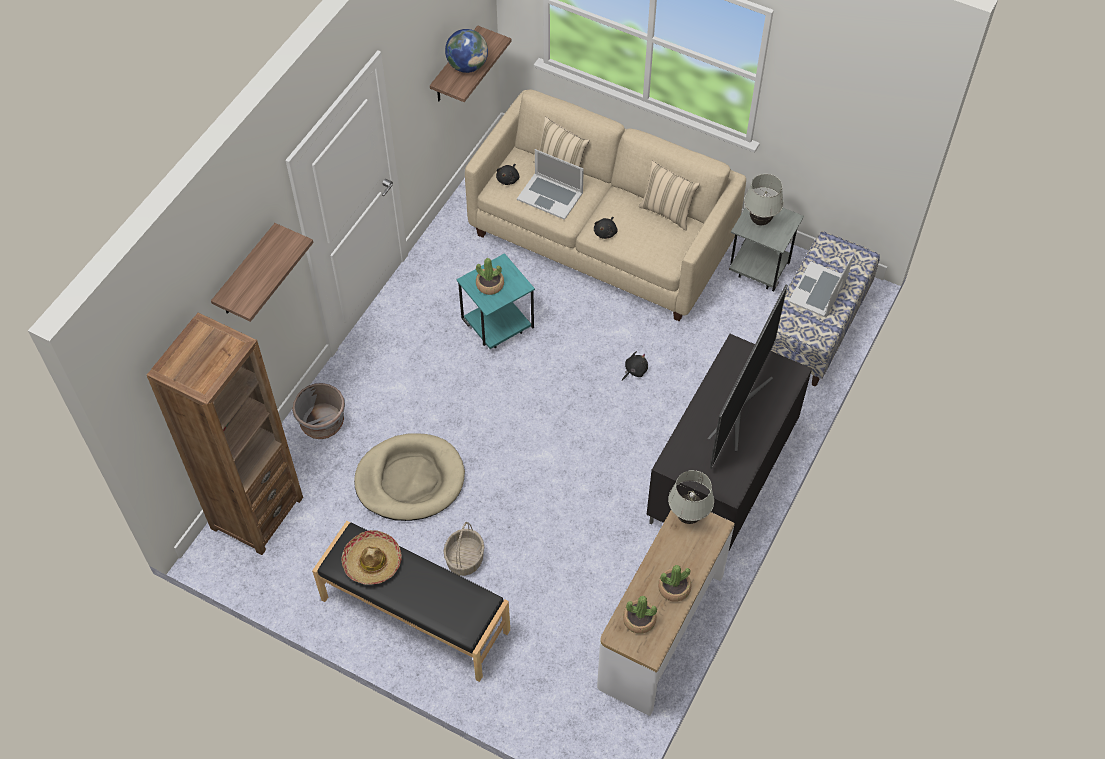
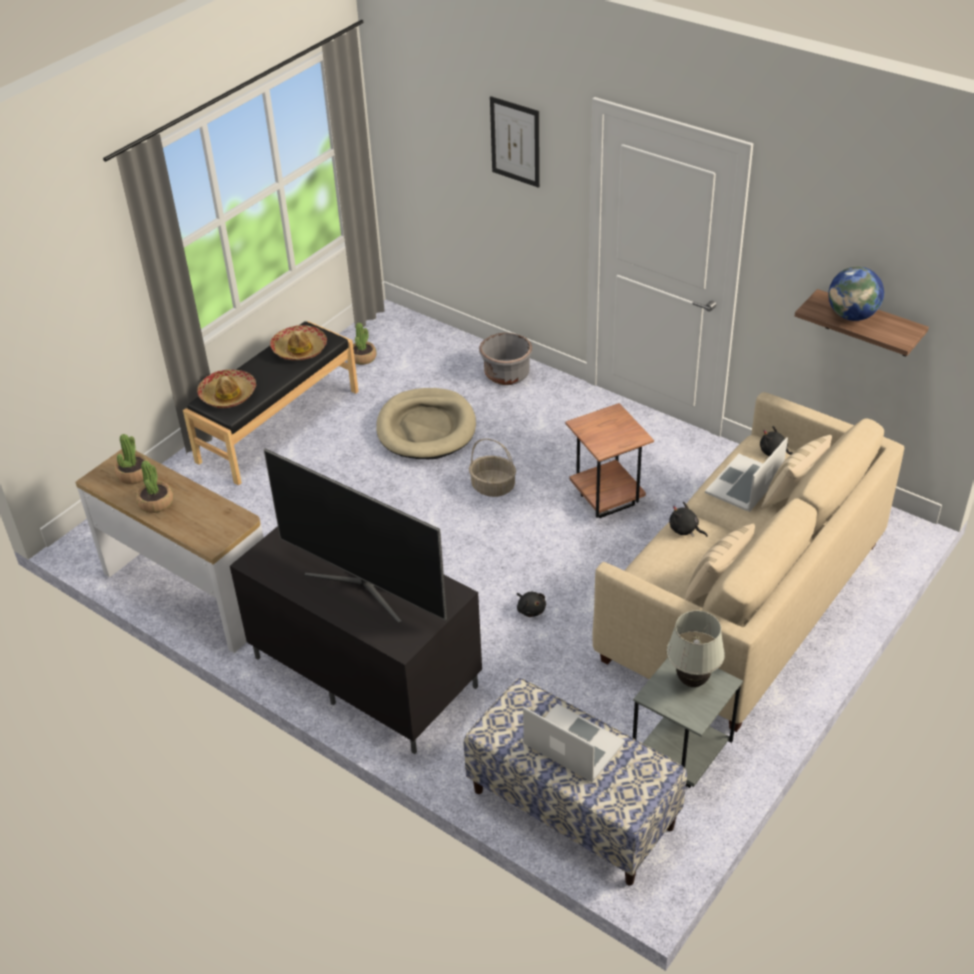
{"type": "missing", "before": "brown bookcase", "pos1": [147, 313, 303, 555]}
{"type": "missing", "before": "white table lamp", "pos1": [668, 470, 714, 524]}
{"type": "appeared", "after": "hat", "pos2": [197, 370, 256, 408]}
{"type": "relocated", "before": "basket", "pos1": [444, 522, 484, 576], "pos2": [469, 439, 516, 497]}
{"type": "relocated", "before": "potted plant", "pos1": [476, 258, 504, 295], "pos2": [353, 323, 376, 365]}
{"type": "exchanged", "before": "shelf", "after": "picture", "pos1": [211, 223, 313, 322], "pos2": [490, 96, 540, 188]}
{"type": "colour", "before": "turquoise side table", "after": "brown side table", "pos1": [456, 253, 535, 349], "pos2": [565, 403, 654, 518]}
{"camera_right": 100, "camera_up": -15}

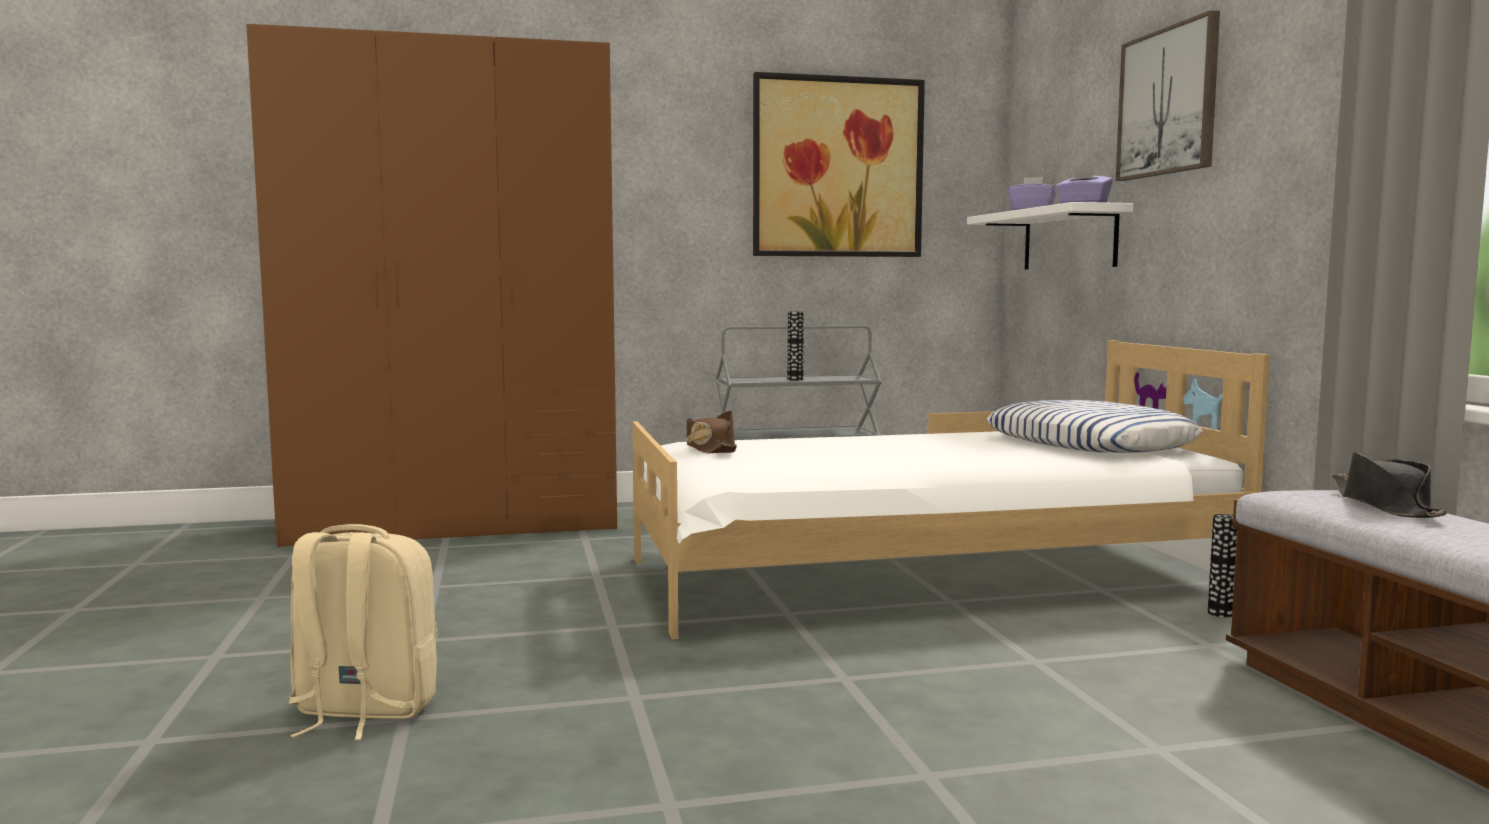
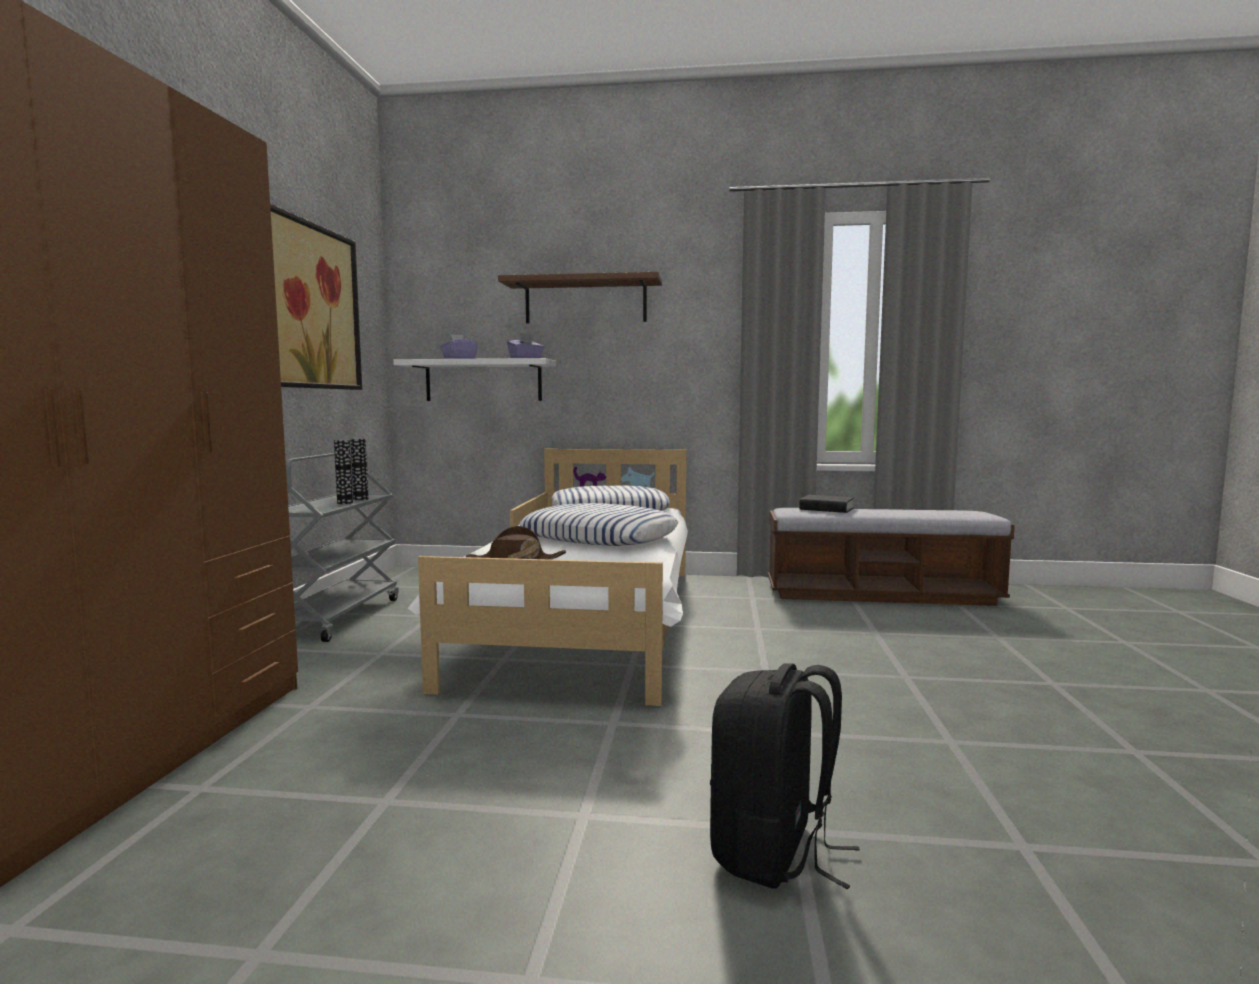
{"type": "appeared", "after": "pillow", "pos2": [519, 503, 678, 546]}
{"type": "relocated", "before": "vase", "pos1": [1208, 514, 1237, 617], "pos2": [350, 438, 369, 500]}
{"type": "exchanged", "before": "picture", "after": "brown shelf", "pos1": [1116, 10, 1220, 181], "pos2": [498, 272, 662, 323]}
{"type": "exchanged", "before": "black hat", "after": "black book", "pos1": [1332, 452, 1448, 518], "pos2": [799, 495, 854, 513]}
{"type": "colour", "before": "beige backpack", "after": "black backpack", "pos1": [289, 524, 438, 740], "pos2": [710, 664, 860, 889]}
{"camera_right": -70, "camera_up": 0}

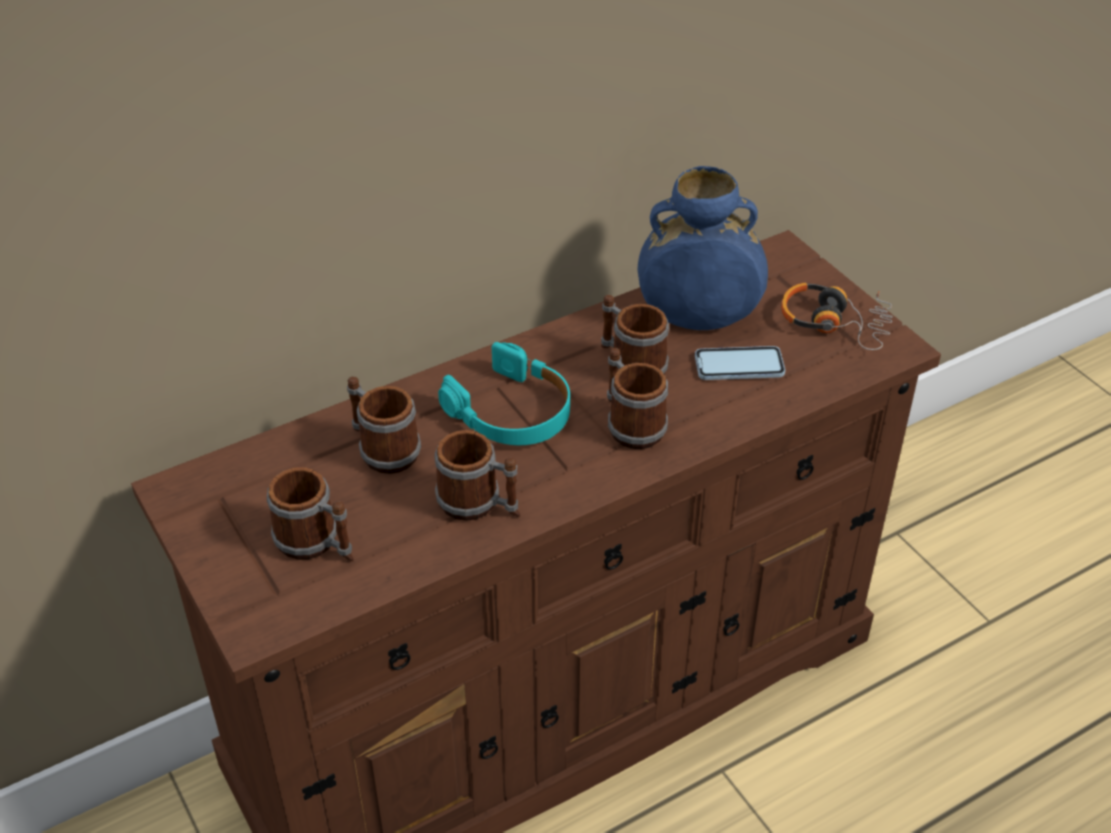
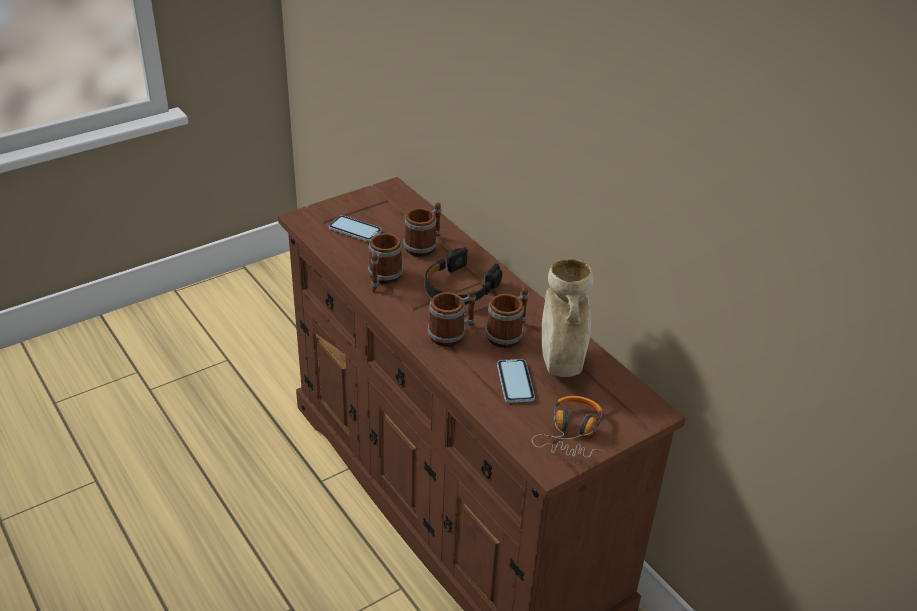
{"type": "exchanged", "before": "mug", "after": "phone", "pos1": [267, 467, 354, 561], "pos2": [329, 215, 382, 242]}
{"type": "colour", "before": "turquoise headphones", "after": "black headphones", "pos1": [438, 342, 570, 445], "pos2": [425, 247, 503, 305]}
{"type": "colour", "before": "blue vase", "after": "beige vase", "pos1": [637, 166, 768, 330], "pos2": [542, 259, 594, 377]}
{"camera_right": 85, "camera_up": -5}

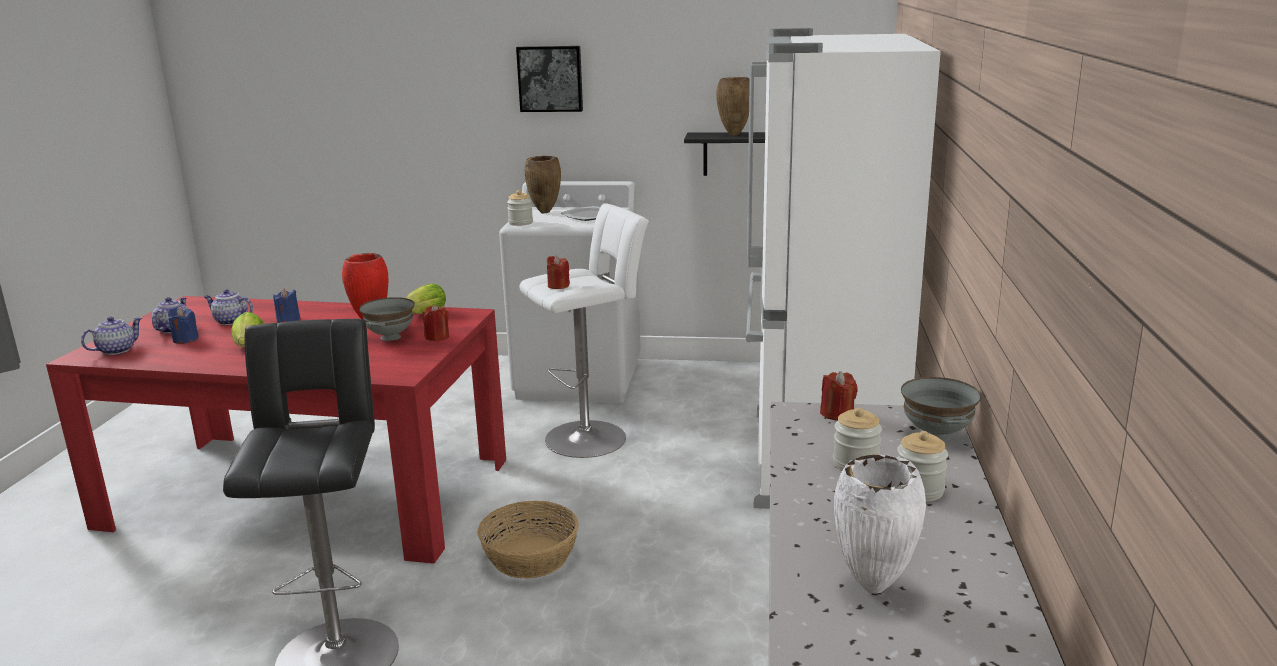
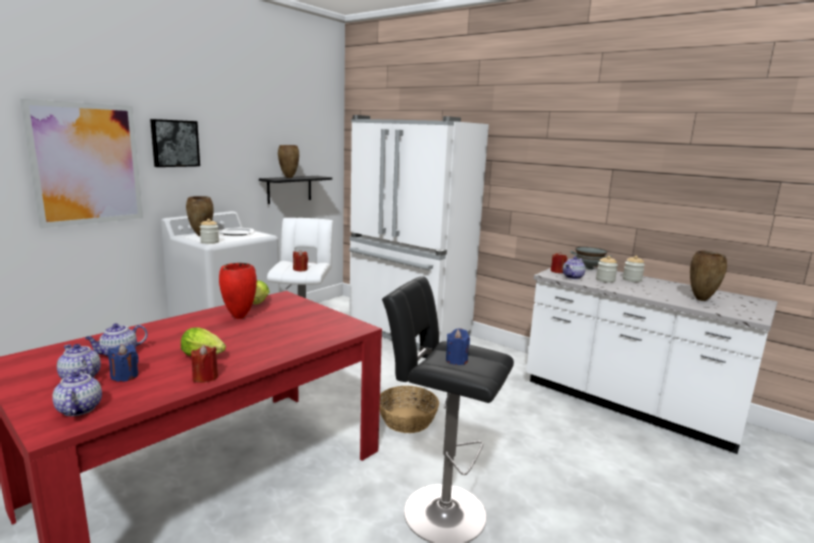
{"type": "missing", "before": "grey bowl", "pos1": [359, 297, 414, 341]}
{"type": "appeared", "after": "picture", "pos2": [20, 99, 143, 228]}
{"type": "appeared", "after": "teapot", "pos2": [563, 256, 585, 279]}
{"type": "relocated", "before": "blue candle", "pos1": [273, 288, 300, 323], "pos2": [446, 328, 470, 365]}
{"type": "relocated", "before": "red candle", "pos1": [423, 304, 449, 341], "pos2": [191, 345, 218, 383]}
{"type": "colour", "before": "white vase", "after": "brown vase", "pos1": [834, 455, 926, 594], "pos2": [690, 250, 727, 301]}
{"camera_right": -60, "camera_up": -5}

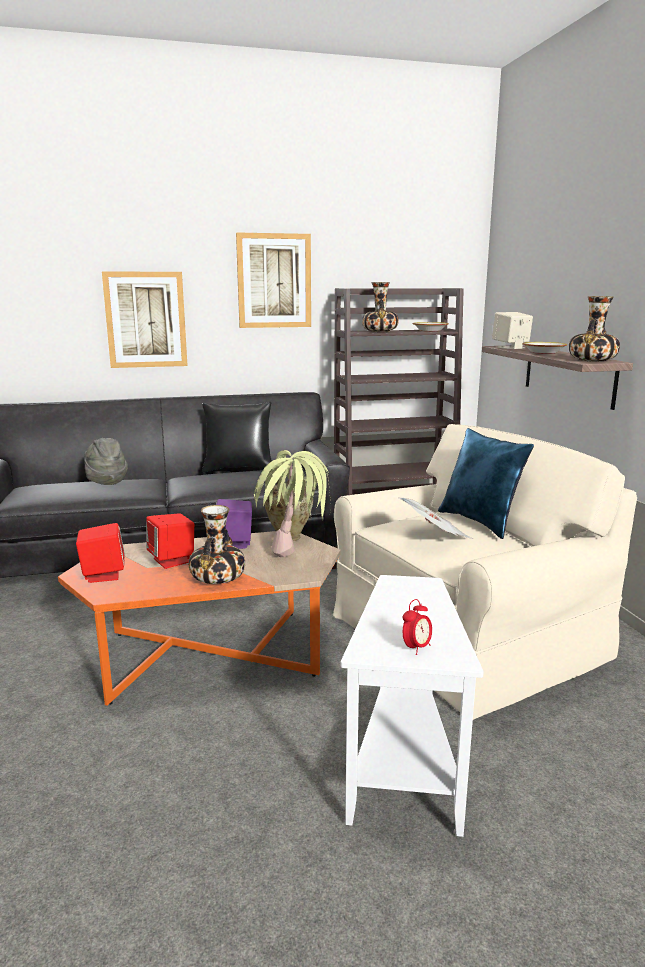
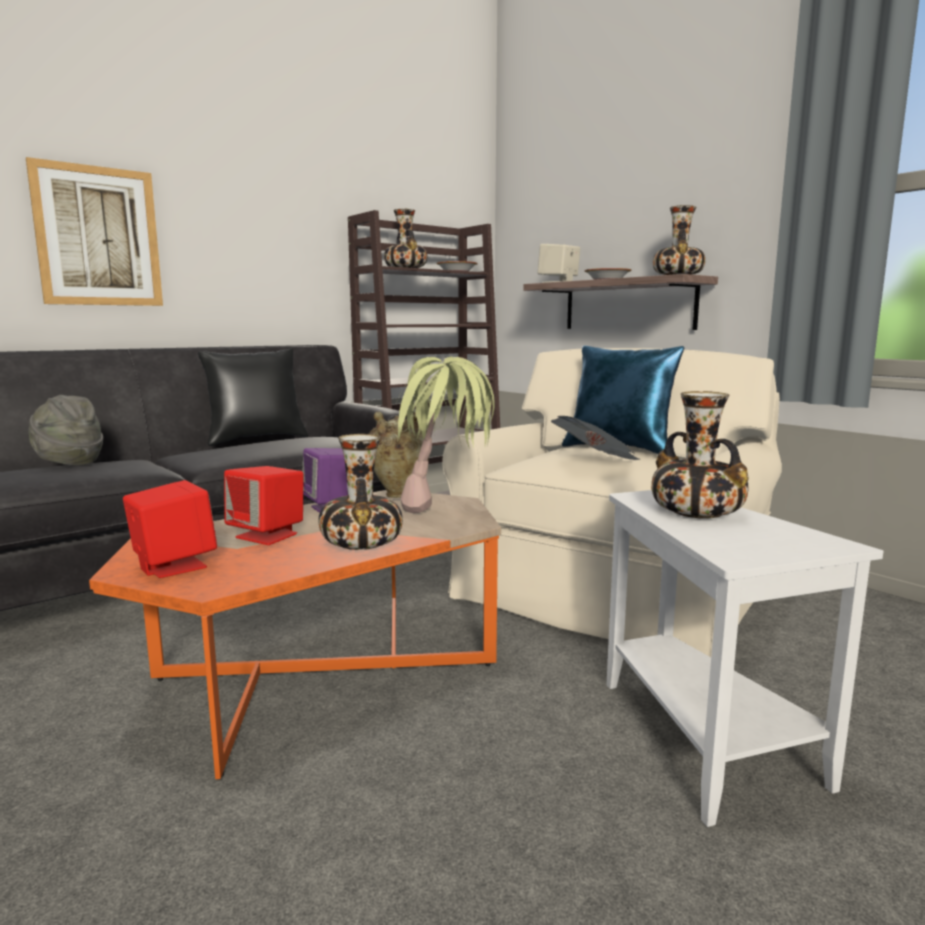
{"type": "missing", "before": "picture", "pos1": [236, 232, 311, 328]}
{"type": "missing", "before": "alarm clock", "pos1": [403, 599, 432, 655]}
{"type": "appeared", "after": "vase", "pos2": [651, 391, 749, 518]}
{"camera_right": -25, "camera_up": -5}

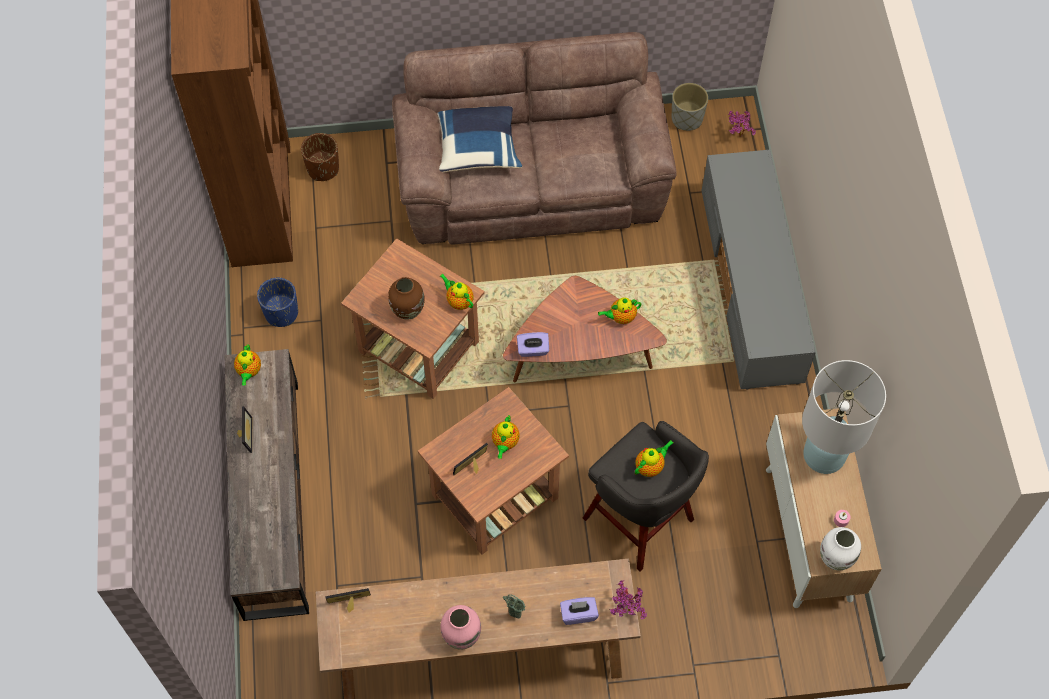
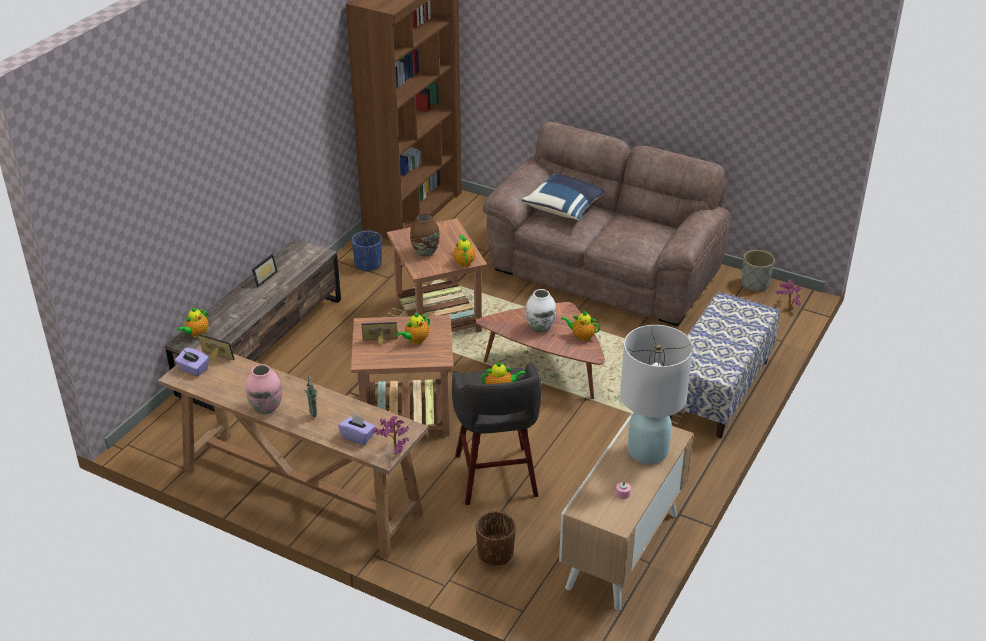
{"type": "relocated", "before": "teapot", "pos1": [234, 344, 261, 386], "pos2": [177, 307, 209, 337]}
{"type": "relocated", "before": "brown planter", "pos1": [301, 133, 339, 181], "pos2": [476, 511, 516, 566]}
{"type": "relocated", "before": "purple tissue box", "pos1": [517, 332, 549, 357], "pos2": [175, 347, 209, 376]}
{"type": "relocated", "before": "white vase", "pos1": [820, 527, 861, 571], "pos2": [526, 289, 556, 333]}
{"type": "exchanged", "before": "grey tv stand", "after": "bench", "pos1": [702, 150, 816, 389], "pos2": [670, 292, 780, 438]}
{"camera_right": 35, "camera_up": -25}

